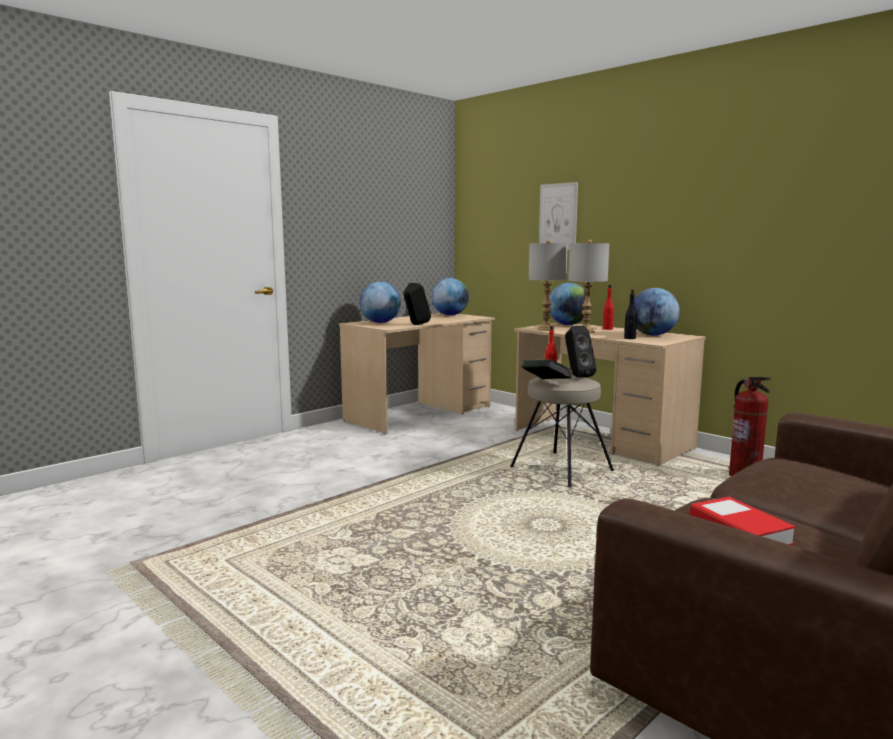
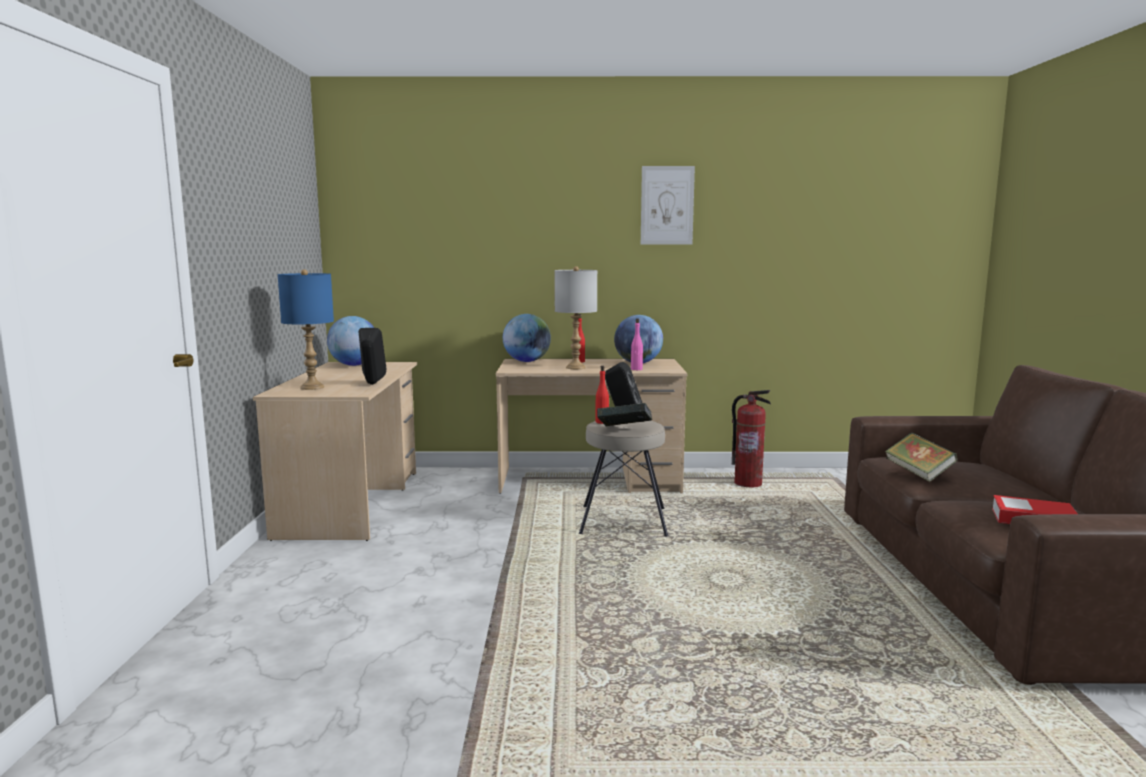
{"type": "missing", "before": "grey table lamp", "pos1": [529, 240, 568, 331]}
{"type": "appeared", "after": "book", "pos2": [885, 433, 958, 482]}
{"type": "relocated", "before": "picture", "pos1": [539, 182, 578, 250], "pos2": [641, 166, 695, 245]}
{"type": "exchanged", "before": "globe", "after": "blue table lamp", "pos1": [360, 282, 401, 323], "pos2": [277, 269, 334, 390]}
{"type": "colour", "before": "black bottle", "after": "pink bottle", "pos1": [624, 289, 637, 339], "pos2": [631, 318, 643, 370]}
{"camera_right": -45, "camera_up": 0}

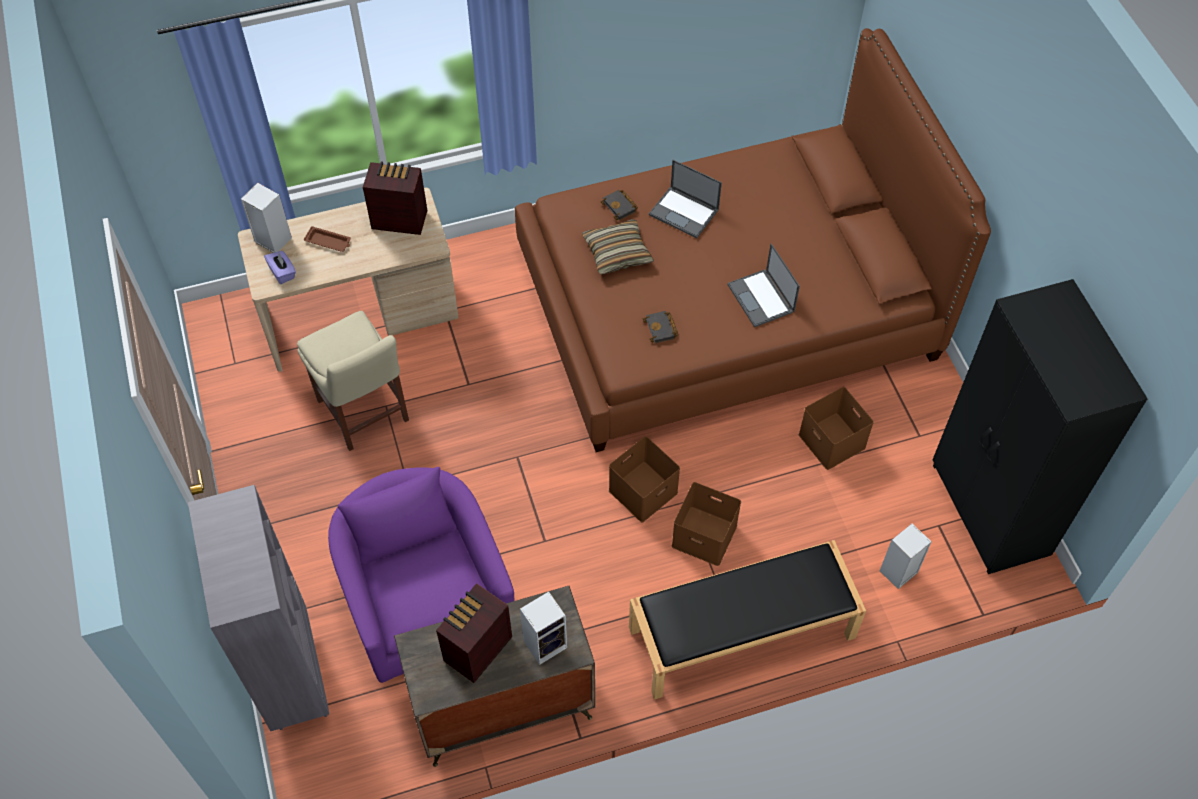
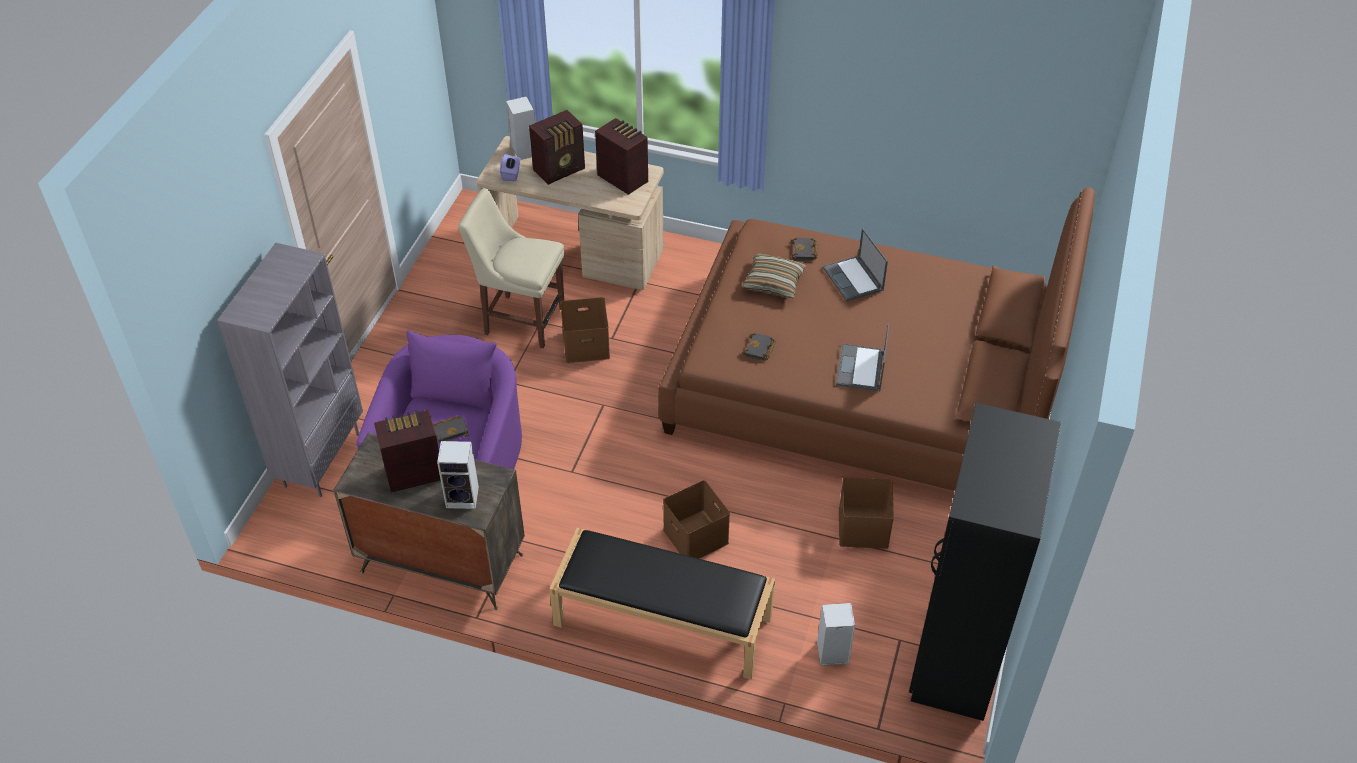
{"type": "appeared", "after": "black book", "pos2": [433, 416, 469, 443]}
{"type": "relocated", "before": "brown storage box", "pos1": [609, 436, 680, 522], "pos2": [560, 297, 610, 363]}
{"type": "exchanged", "before": "brown tray", "after": "radio", "pos1": [304, 226, 351, 252], "pos2": [529, 110, 585, 185]}
{"type": "spun", "before": "beige chair", "pos1": [297, 311, 409, 451], "pos2": [458, 188, 564, 348], "turn": 105}
{"camera_right": 35, "camera_up": -10}

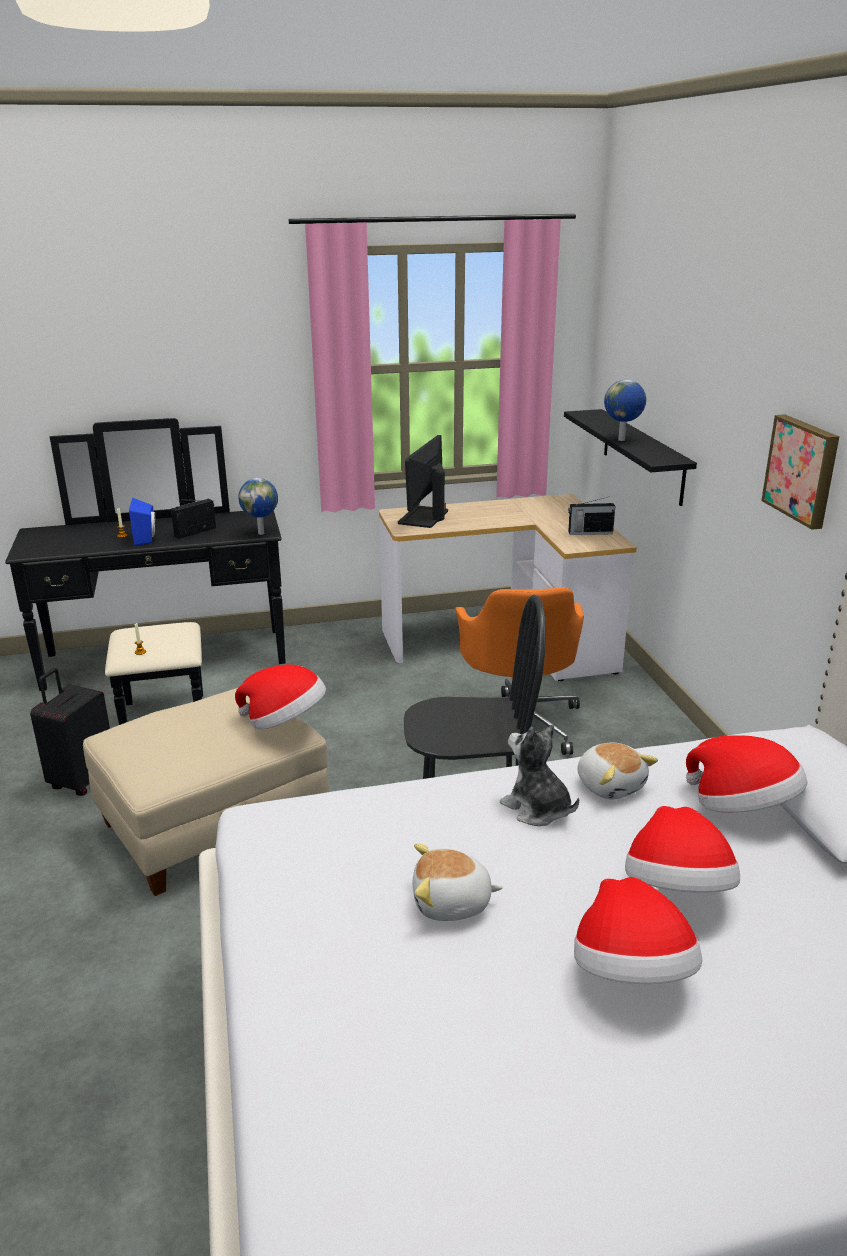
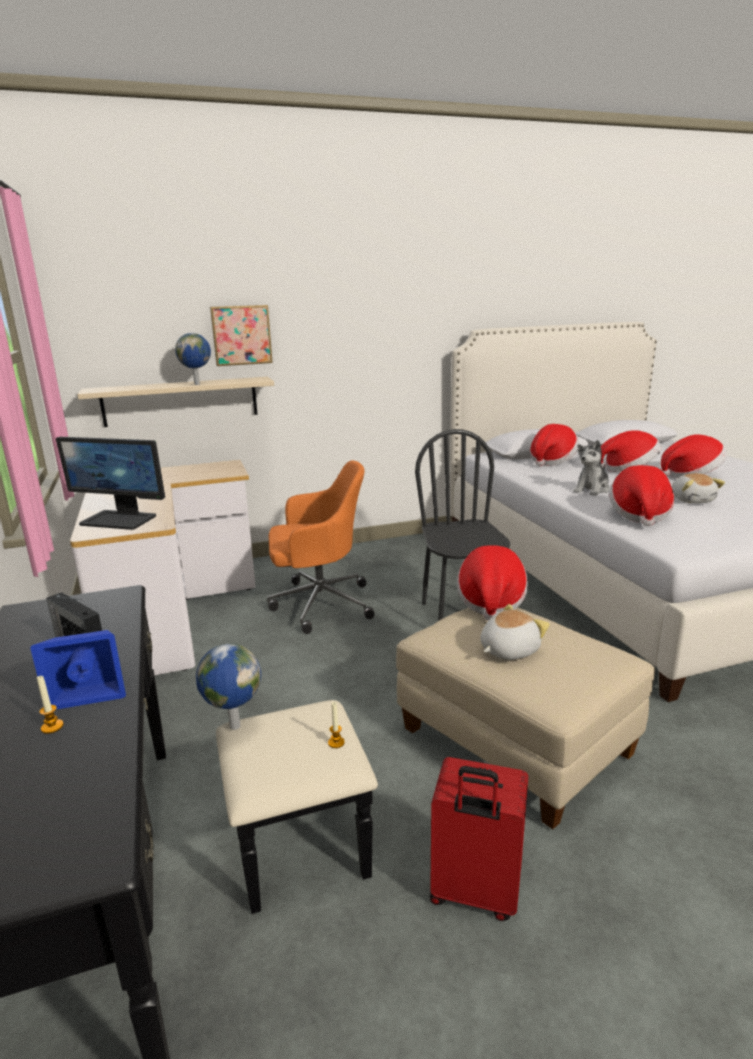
{"type": "missing", "before": "radio", "pos1": [568, 497, 615, 535]}
{"type": "appeared", "after": "hat", "pos2": [609, 465, 674, 526]}
{"type": "relocated", "before": "globe", "pos1": [238, 478, 278, 535], "pos2": [196, 643, 261, 730]}
{"type": "relocated", "before": "plush toy", "pos1": [577, 743, 658, 799], "pos2": [480, 604, 550, 660]}
{"type": "relocated", "before": "picture", "pos1": [761, 414, 839, 530], "pos2": [210, 305, 273, 366]}
{"type": "colour", "before": "black suitcase", "after": "red suitcase", "pos1": [30, 668, 110, 796], "pos2": [430, 757, 528, 921]}
{"type": "colour", "before": "black shelf", "after": "beige shelf", "pos1": [564, 409, 697, 506], "pos2": [77, 377, 274, 427]}
{"camera_right": -95, "camera_up": -5}

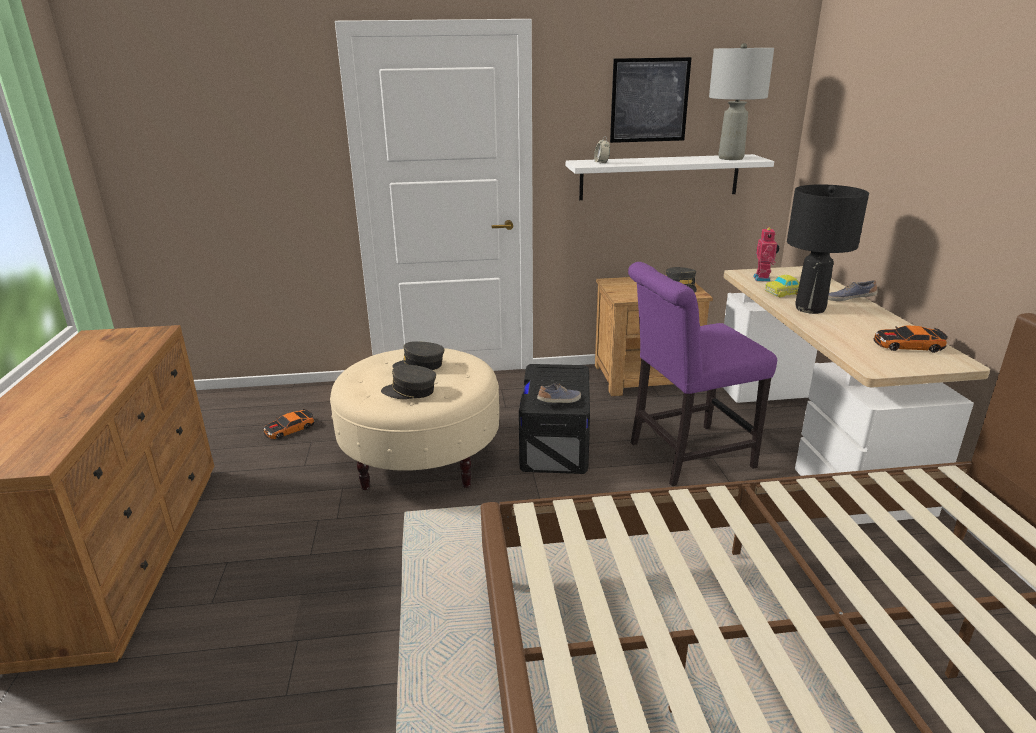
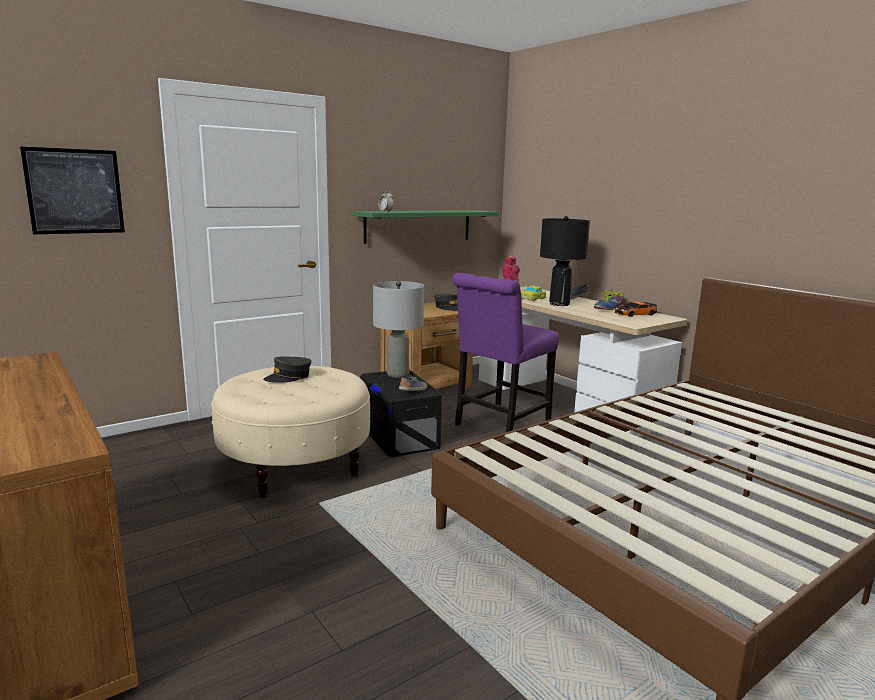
{"type": "missing", "before": "toy car", "pos1": [263, 409, 315, 439]}
{"type": "missing", "before": "grey cap", "pos1": [381, 365, 436, 399]}
{"type": "appeared", "after": "shoe", "pos2": [594, 289, 624, 310]}
{"type": "relocated", "before": "picture", "pos1": [610, 57, 692, 143], "pos2": [20, 147, 125, 234]}
{"type": "relocated", "before": "grey table lamp", "pos1": [709, 43, 774, 160], "pos2": [373, 281, 424, 378]}
{"type": "colour", "before": "white shelf", "after": "green shelf", "pos1": [566, 154, 774, 200], "pos2": [353, 210, 499, 244]}
{"camera_right": -30, "camera_up": -10}

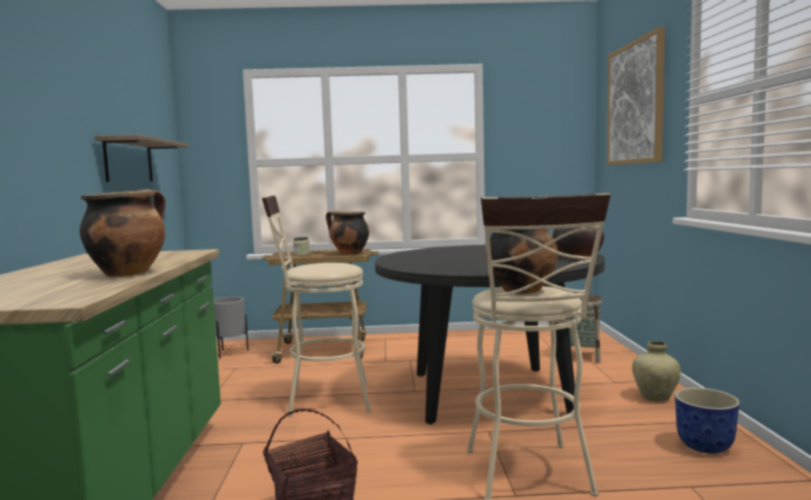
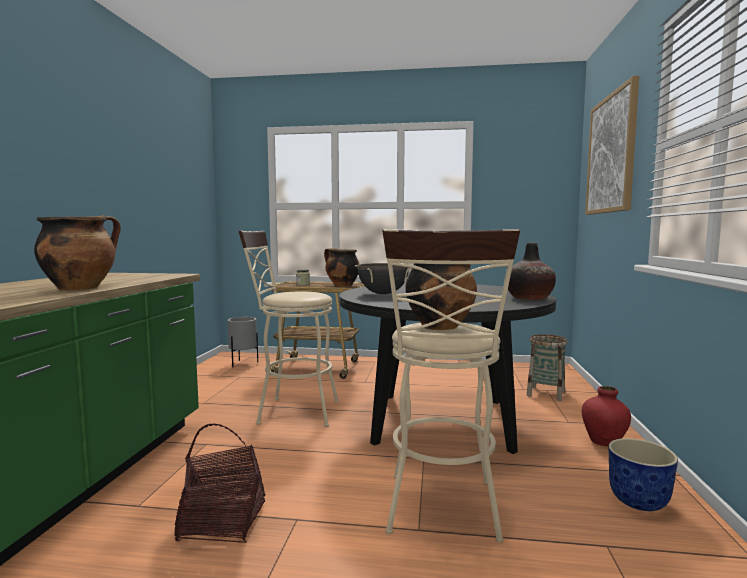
{"type": "missing", "before": "shelf", "pos1": [94, 135, 189, 182]}
{"type": "appeared", "after": "black cooking pot", "pos2": [355, 263, 412, 294]}
{"type": "colour", "before": "beige vase", "after": "red vase", "pos1": [632, 341, 681, 401], "pos2": [582, 386, 631, 446]}
{"camera_right": 10, "camera_up": 0}

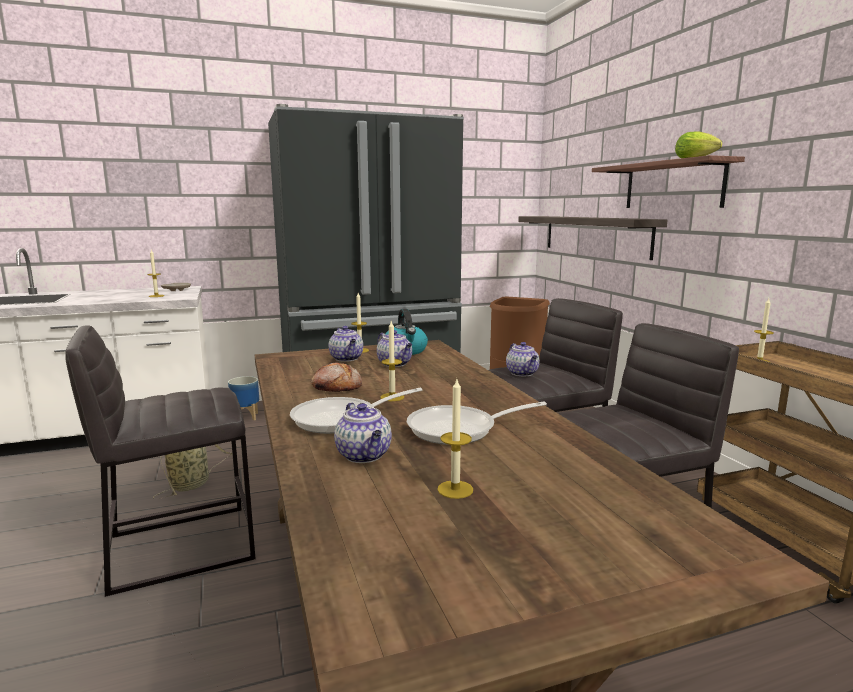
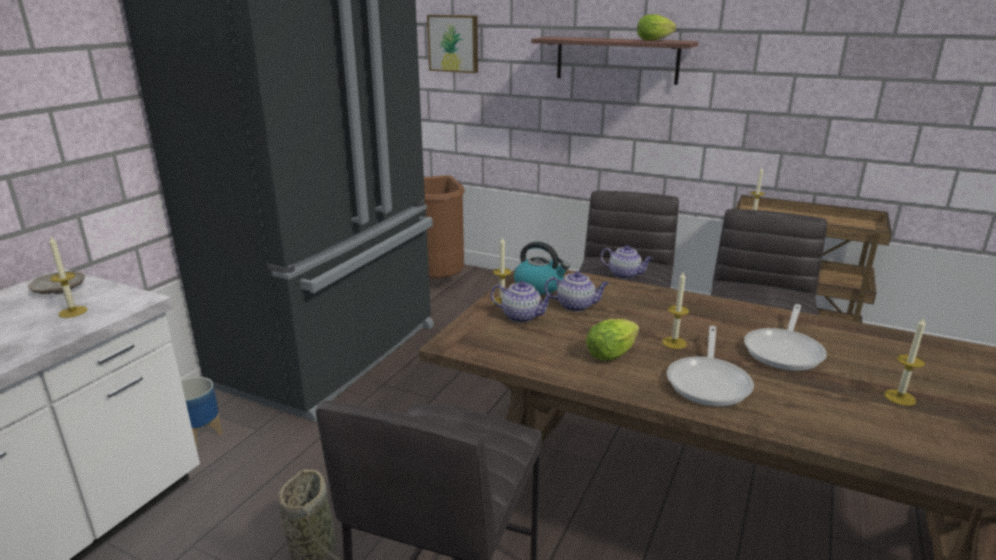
{"type": "missing", "before": "teapot", "pos1": [334, 402, 392, 463]}
{"type": "missing", "before": "shelf", "pos1": [518, 216, 667, 260]}
{"type": "appeared", "after": "picture", "pos2": [427, 15, 478, 73]}
{"type": "exchanged", "before": "bread", "after": "lettuce", "pos1": [311, 362, 362, 392], "pos2": [586, 319, 639, 361]}
{"camera_right": -45, "camera_up": 10}

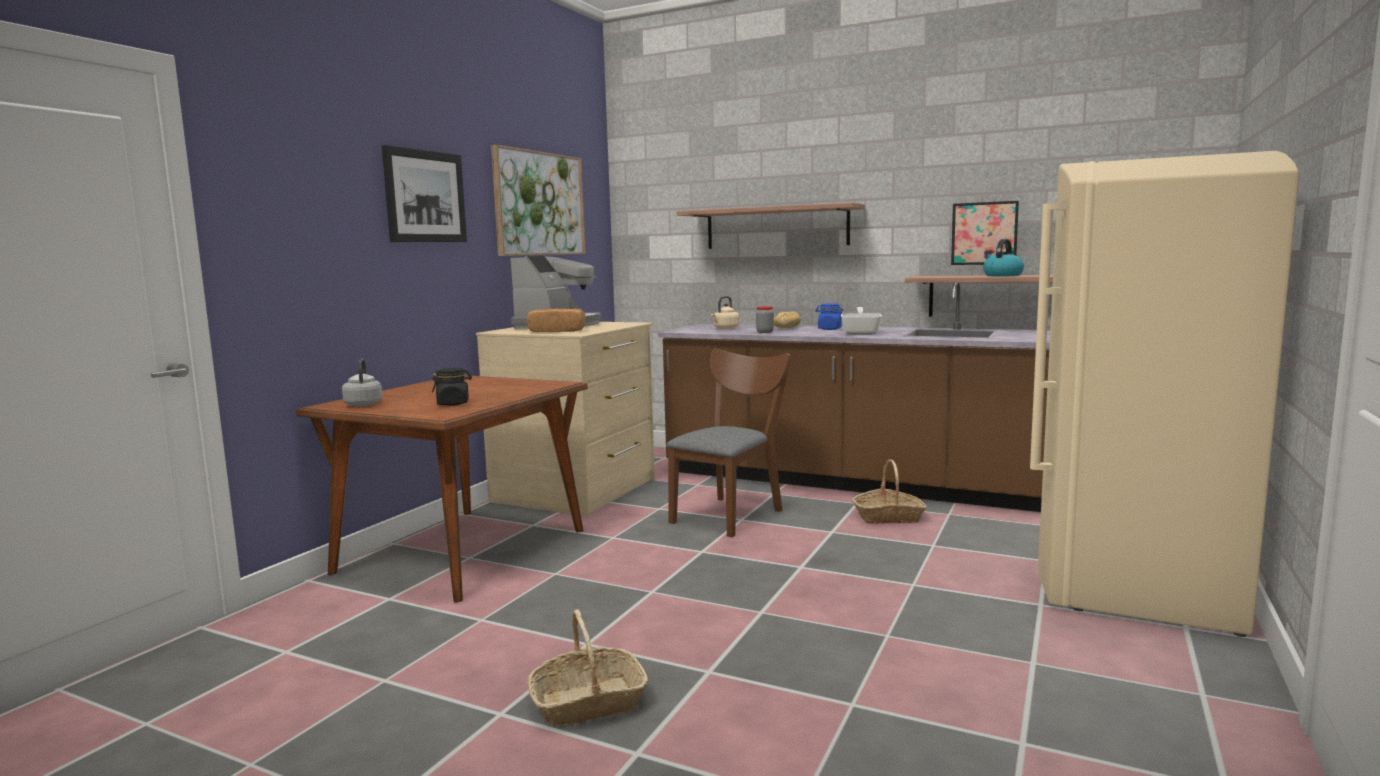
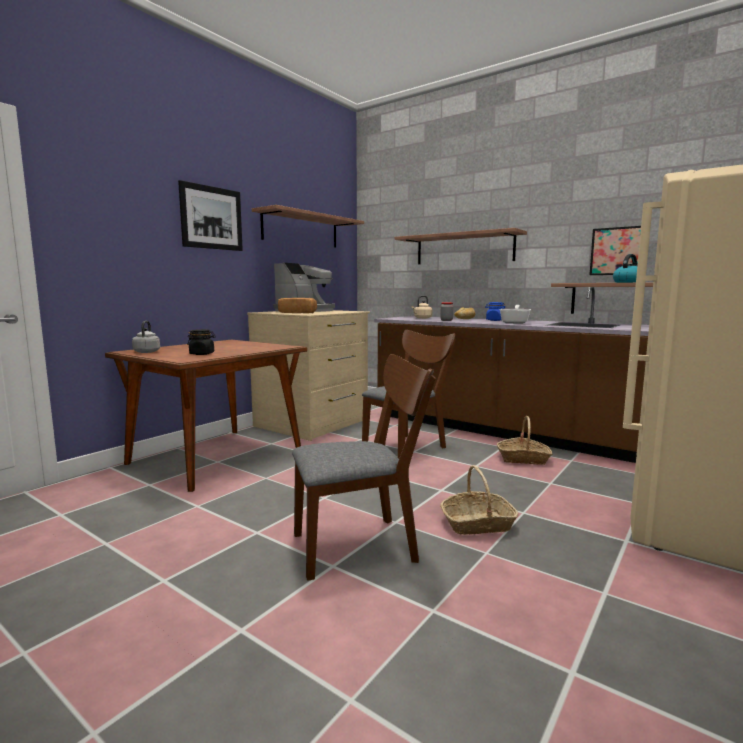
{"type": "appeared", "after": "brown chair", "pos2": [292, 354, 435, 581]}
{"type": "relocated", "before": "basket", "pos1": [527, 609, 648, 726], "pos2": [440, 465, 518, 535]}
{"type": "exchanged", "before": "picture", "after": "shelf", "pos1": [491, 144, 586, 256], "pos2": [252, 205, 364, 247]}
{"camera_right": 10, "camera_up": 0}

